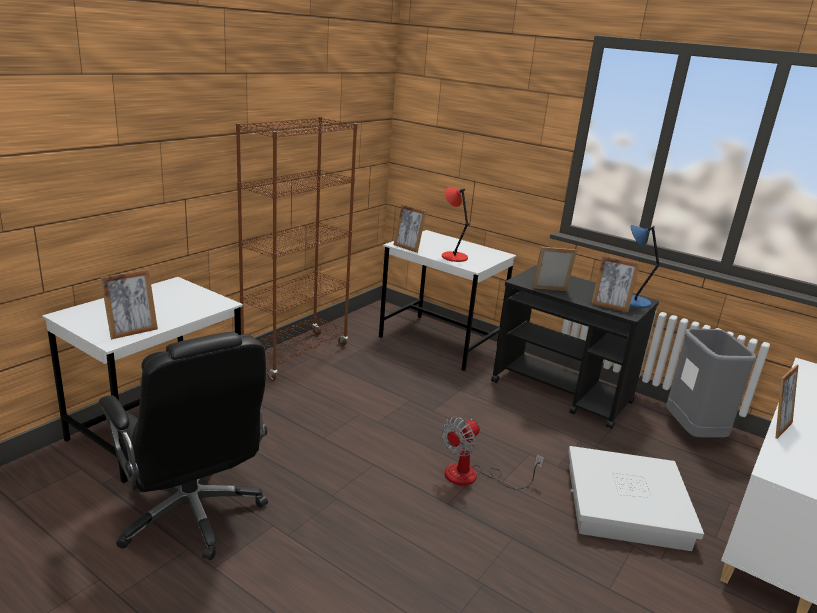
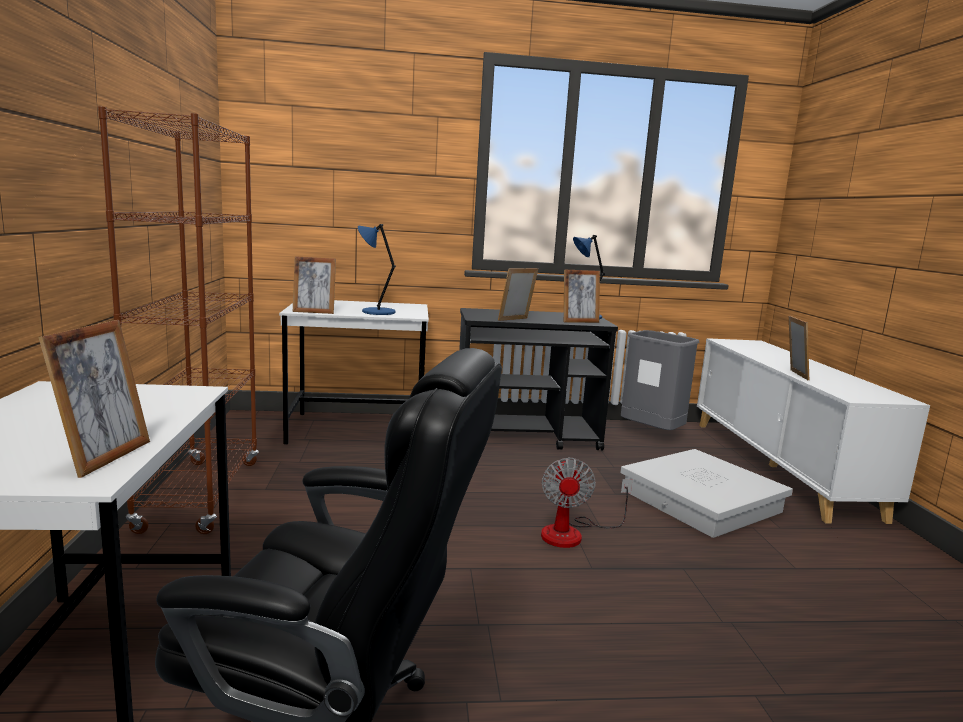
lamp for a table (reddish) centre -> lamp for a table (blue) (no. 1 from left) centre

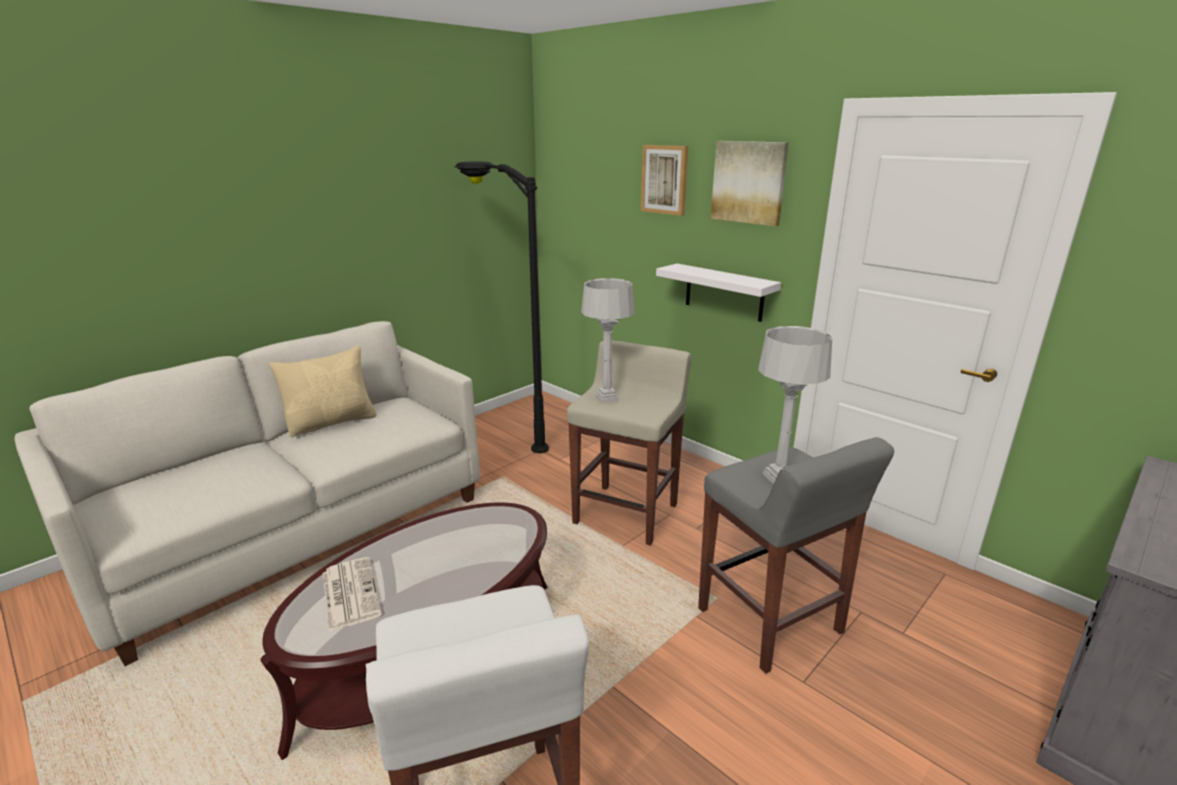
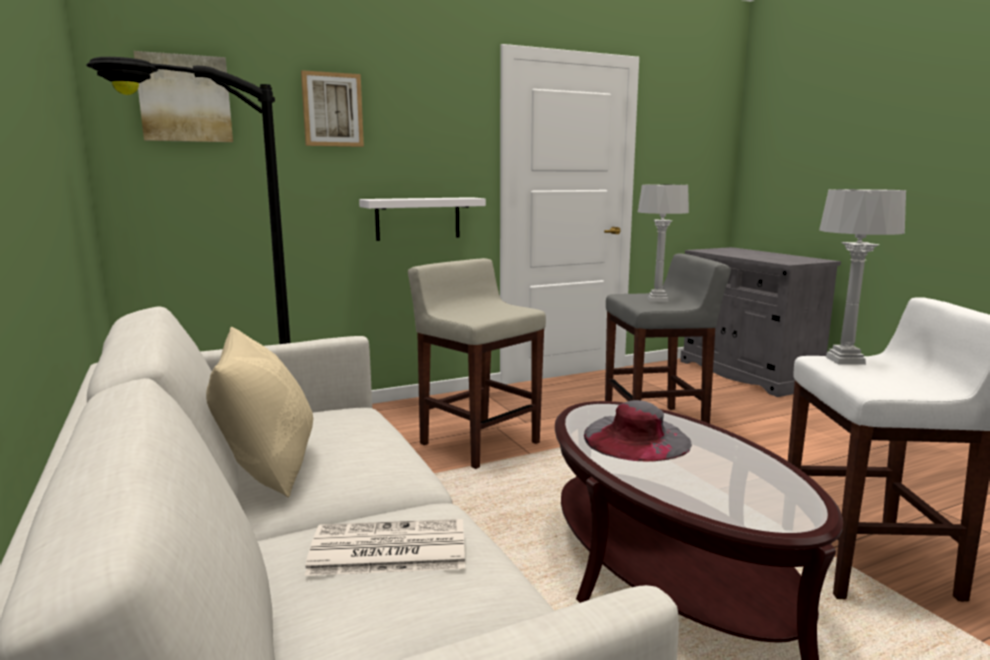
wall art (no. 2 from left in the first image) top centre -> wall art (no. 1 from left) top left, shifted
lamp for a table (greyish) (no. 1 from left in the first image) centre -> lamp for a table (greyish) (no. 2 from left) middle right, shifted
printed paper bottom left -> printed paper bottom centre, shifted
none -> hat (greyish) centre

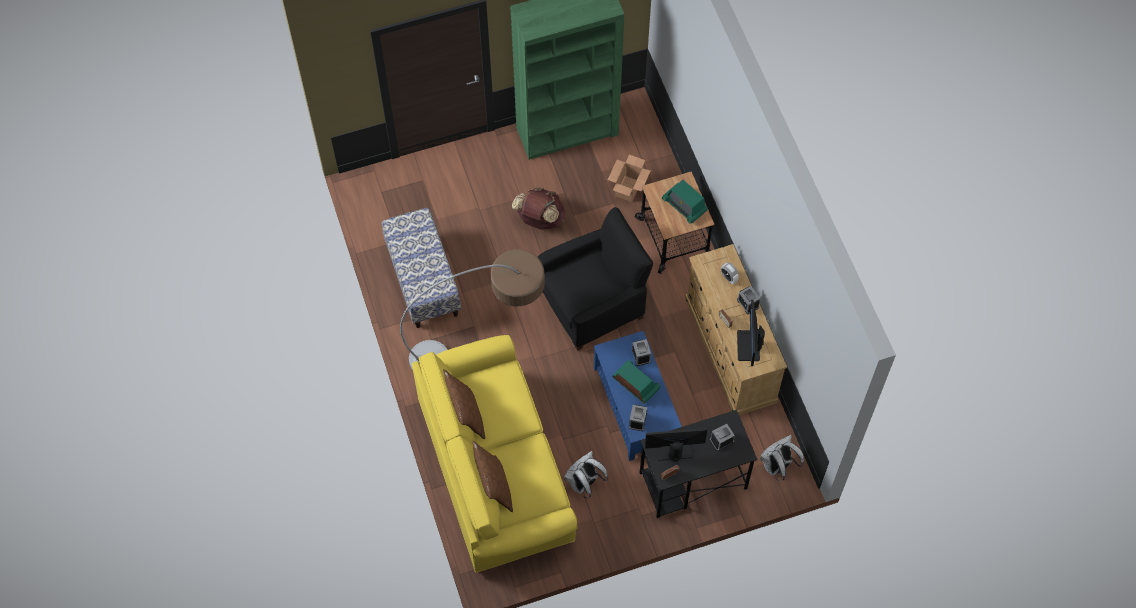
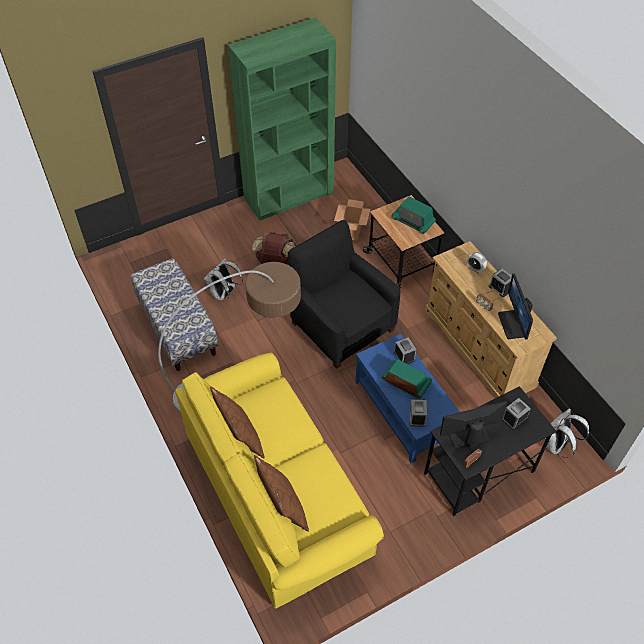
easy chair (blackish) centre, 90 degrees counterclockwise
backpack (whitish) (no. 1 from left) bottom centre -> backpack (whitish) (no. 1 from left) centre, shifted

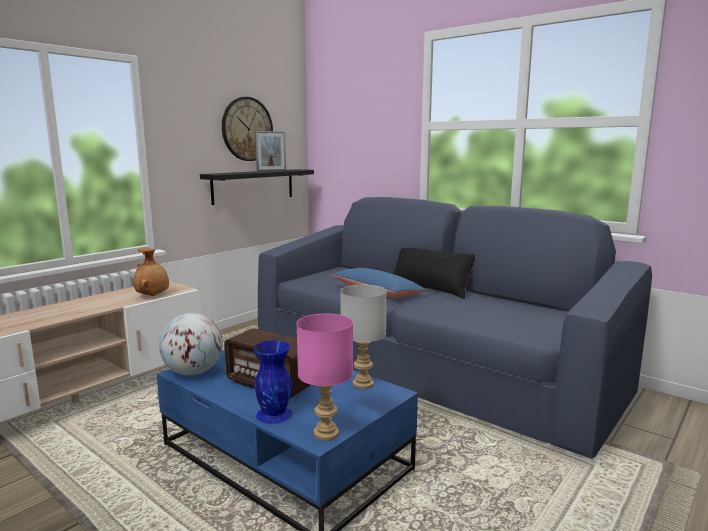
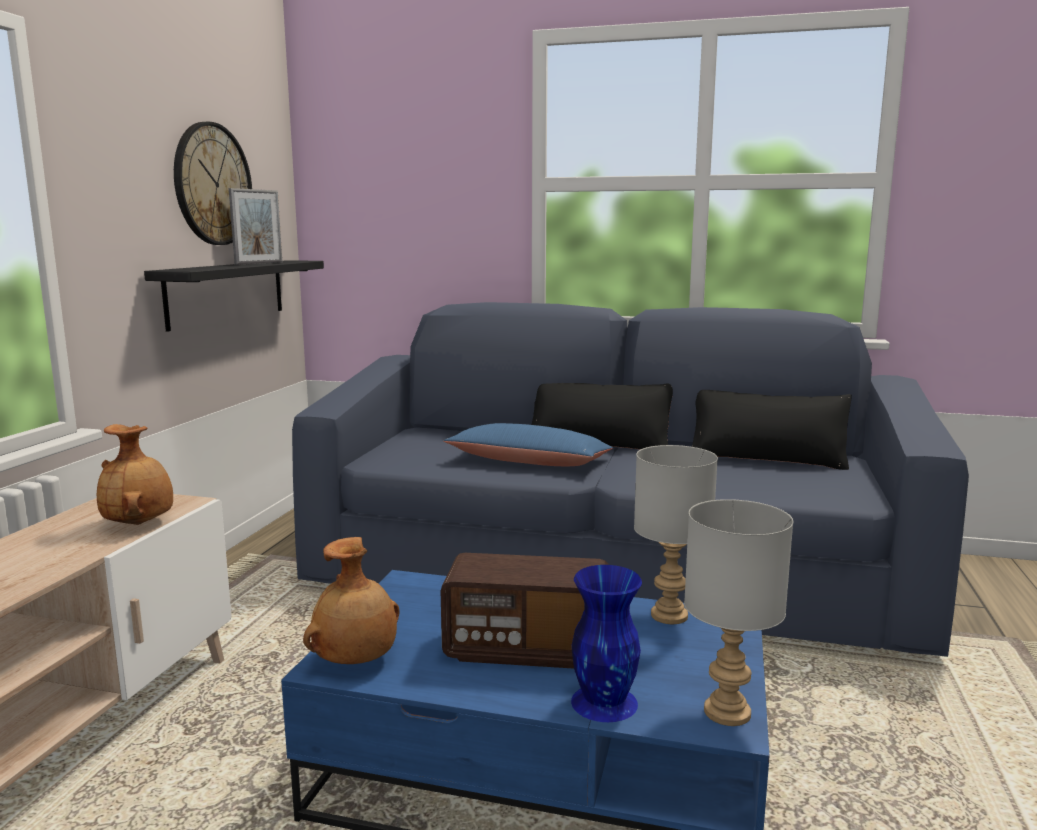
globe middle left -> flower vase (brownish) (no. 2 from left) bottom centre
lamp for a table (pink) bottom centre -> lamp for a table (greyish) (no. 2 from left) bottom right
none -> throw pillow (blackish) (no. 2 from left) middle right

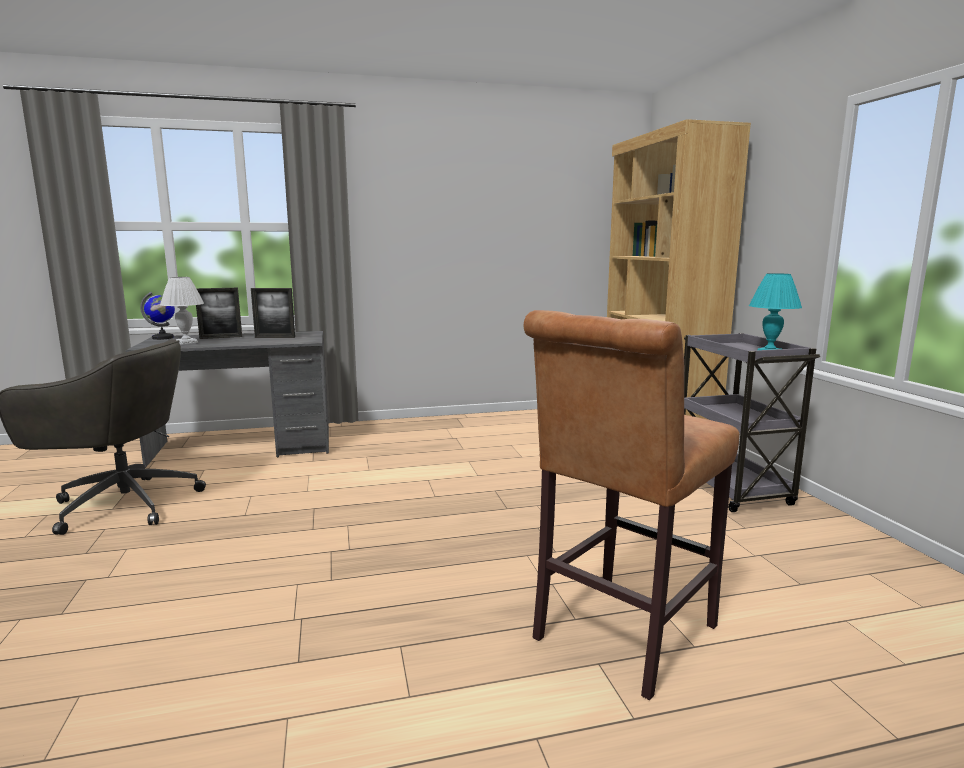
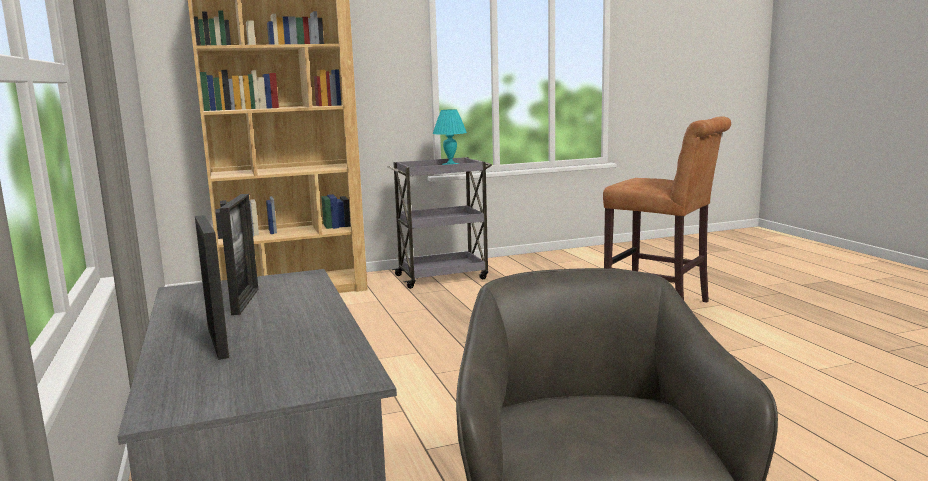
lamp for a table (whitish) middle left -> none
globe middle left -> none

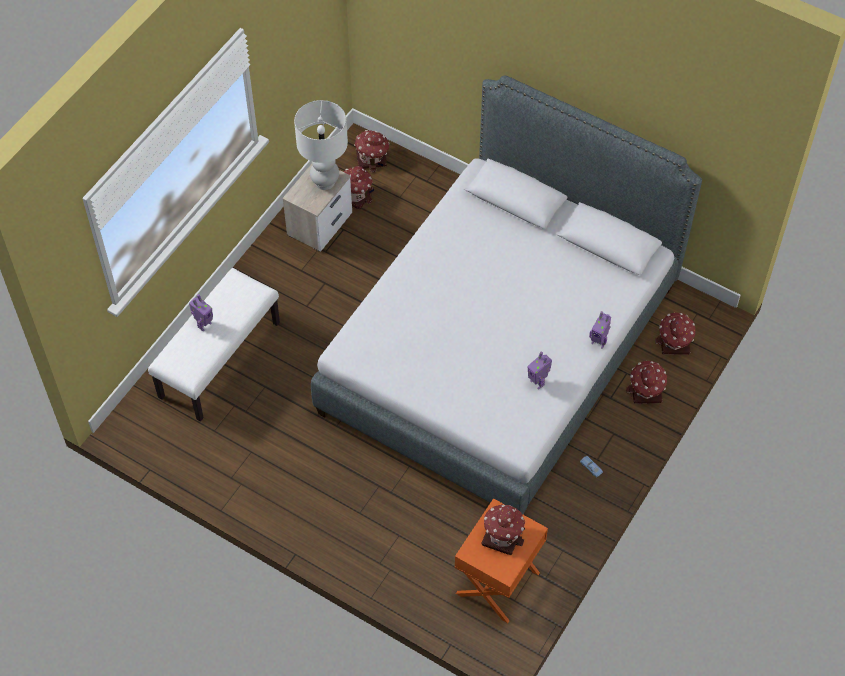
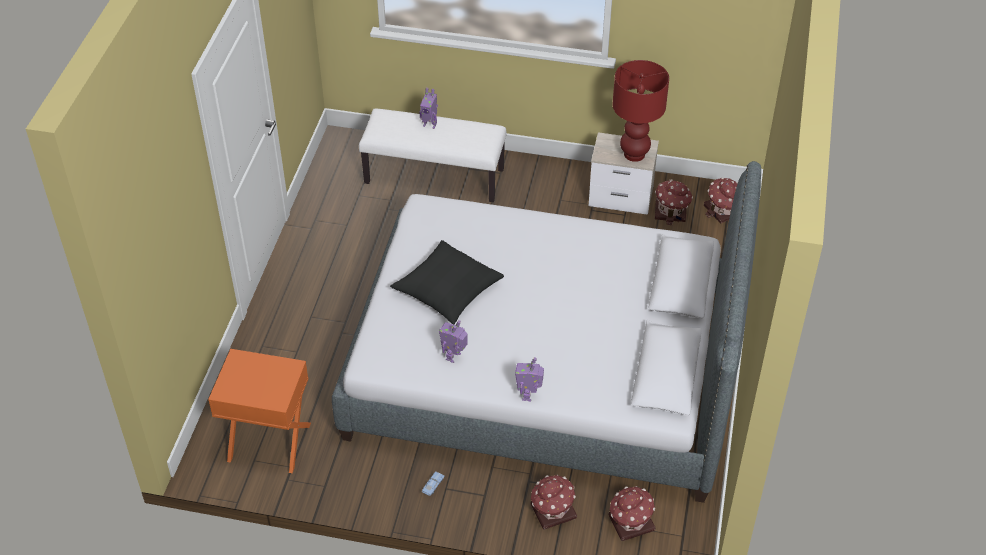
lamp for a table (whitish) top centre -> lamp for a table (reddish) top centre
toy house (no. 3 from left) bottom centre -> none
none -> throw pillow (blackish) centre

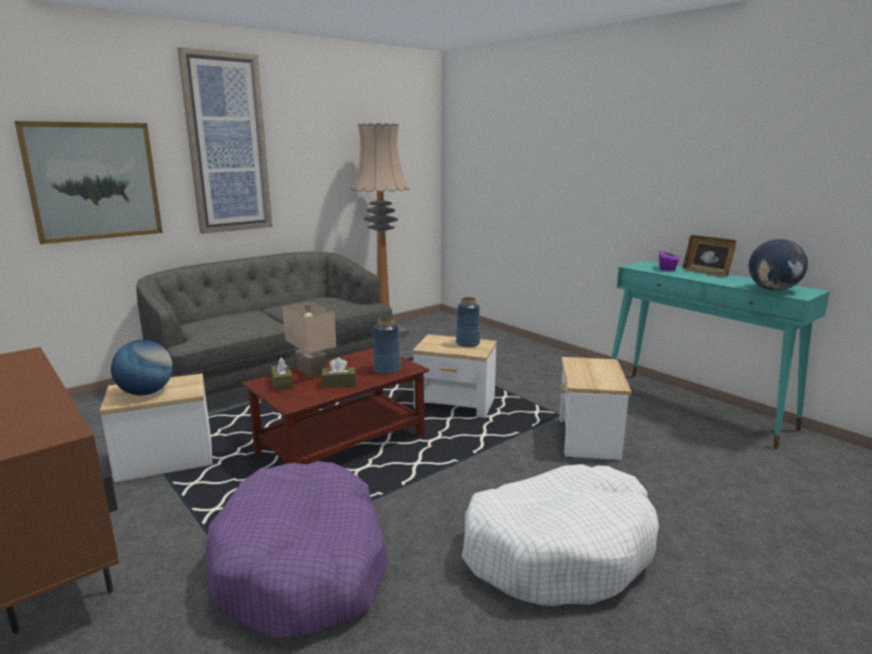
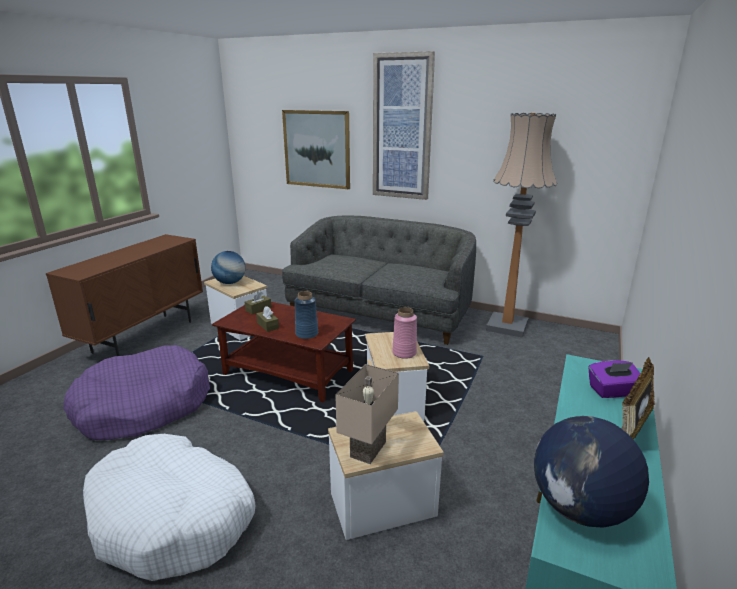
flower vase (blue) (no. 2 from left) centre -> flower vase (pink) centre
lamp for a table (beige) centre -> lamp for a table (beige) bottom centre, shifted

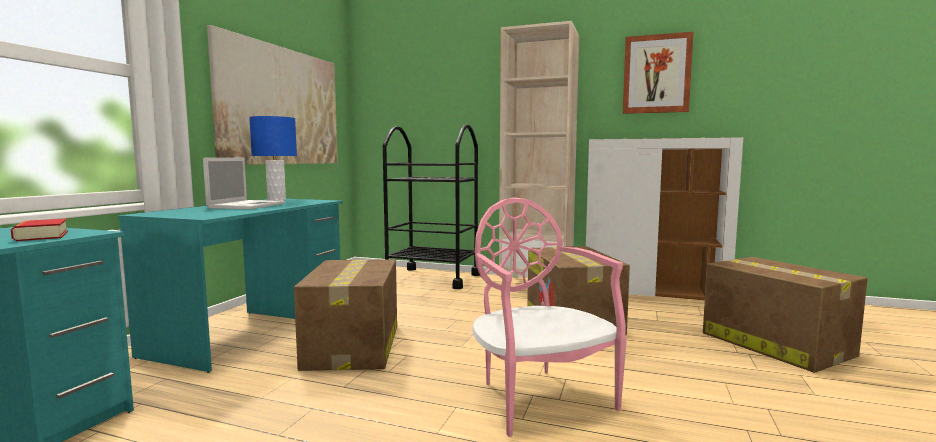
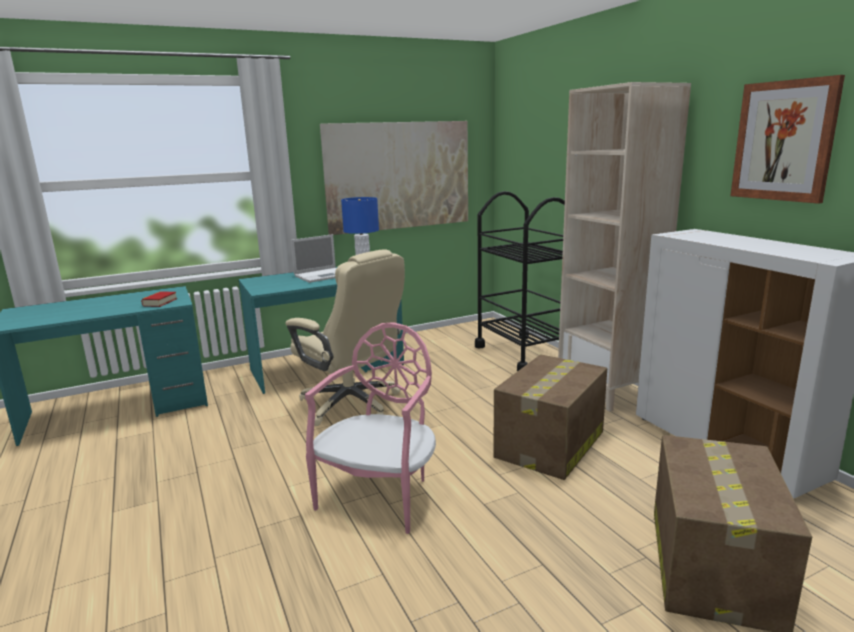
cardboard box (no. 1 from left) bottom centre -> computer chair (beige) centre

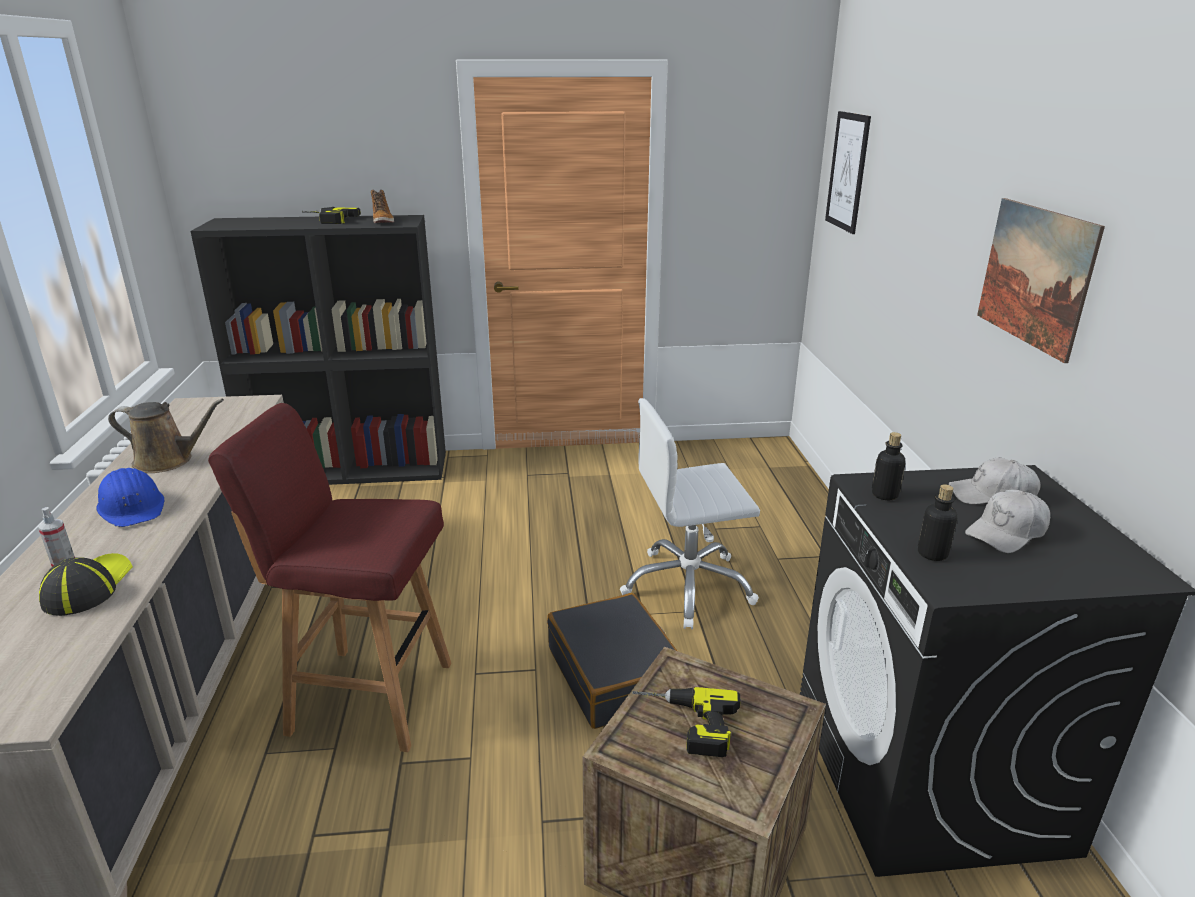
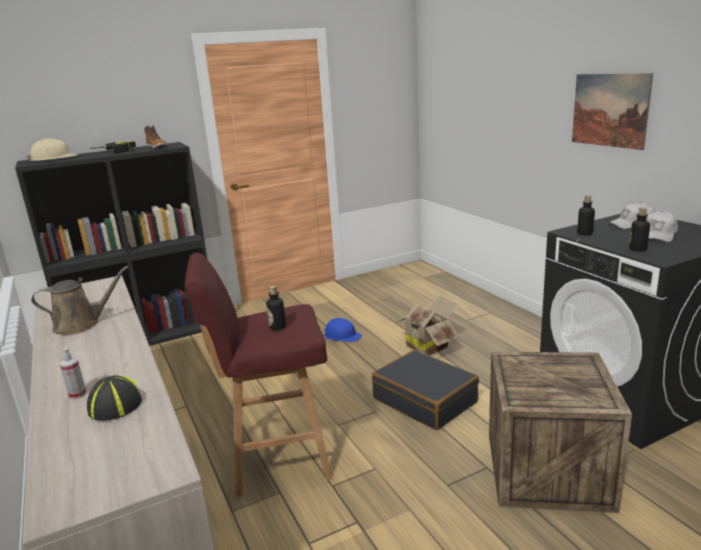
wall art (no. 1 from left) top right -> none
computer chair (whitish) centre -> cardboard box centre
work helmet (blue) middle left -> work helmet (blue) centre, shifted
drill (no. 2 from left) bottom centre -> none
none -> work helmet (beige) top left
none -> beverage bottle (no. 1 from left) centre

